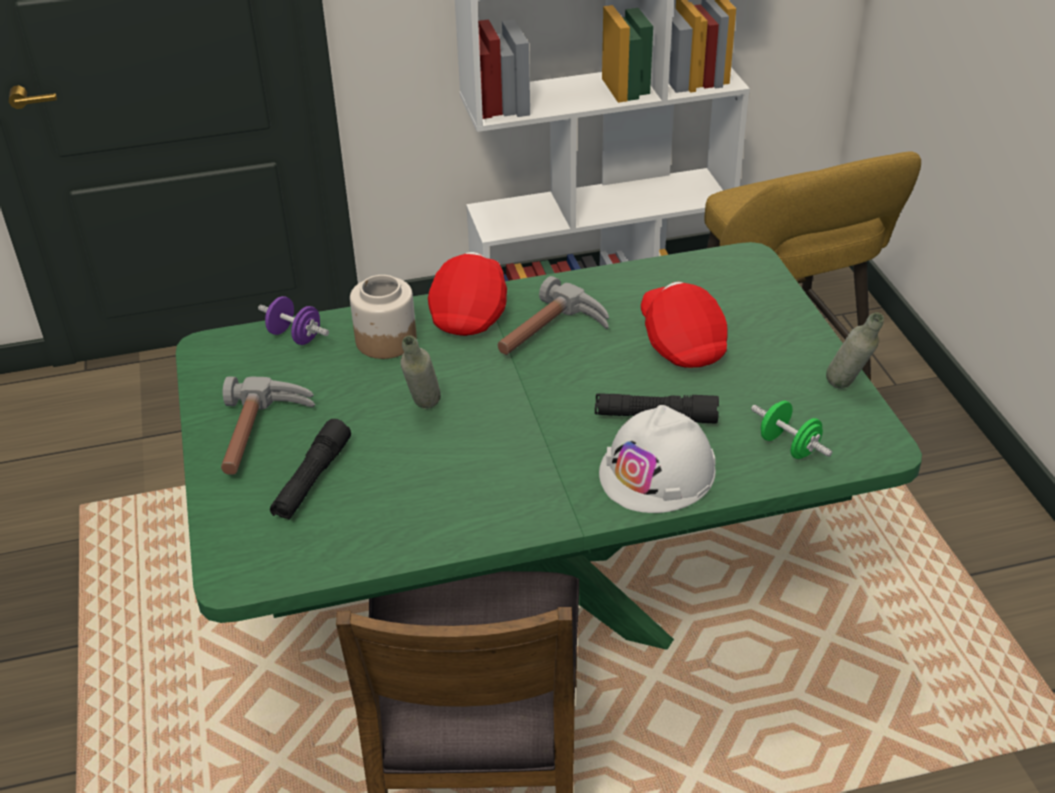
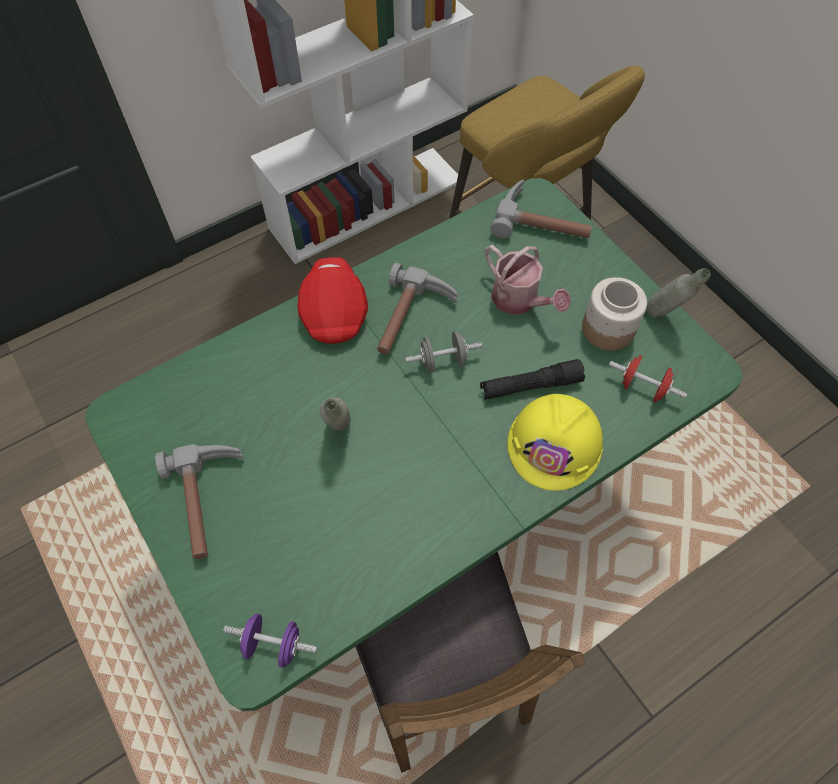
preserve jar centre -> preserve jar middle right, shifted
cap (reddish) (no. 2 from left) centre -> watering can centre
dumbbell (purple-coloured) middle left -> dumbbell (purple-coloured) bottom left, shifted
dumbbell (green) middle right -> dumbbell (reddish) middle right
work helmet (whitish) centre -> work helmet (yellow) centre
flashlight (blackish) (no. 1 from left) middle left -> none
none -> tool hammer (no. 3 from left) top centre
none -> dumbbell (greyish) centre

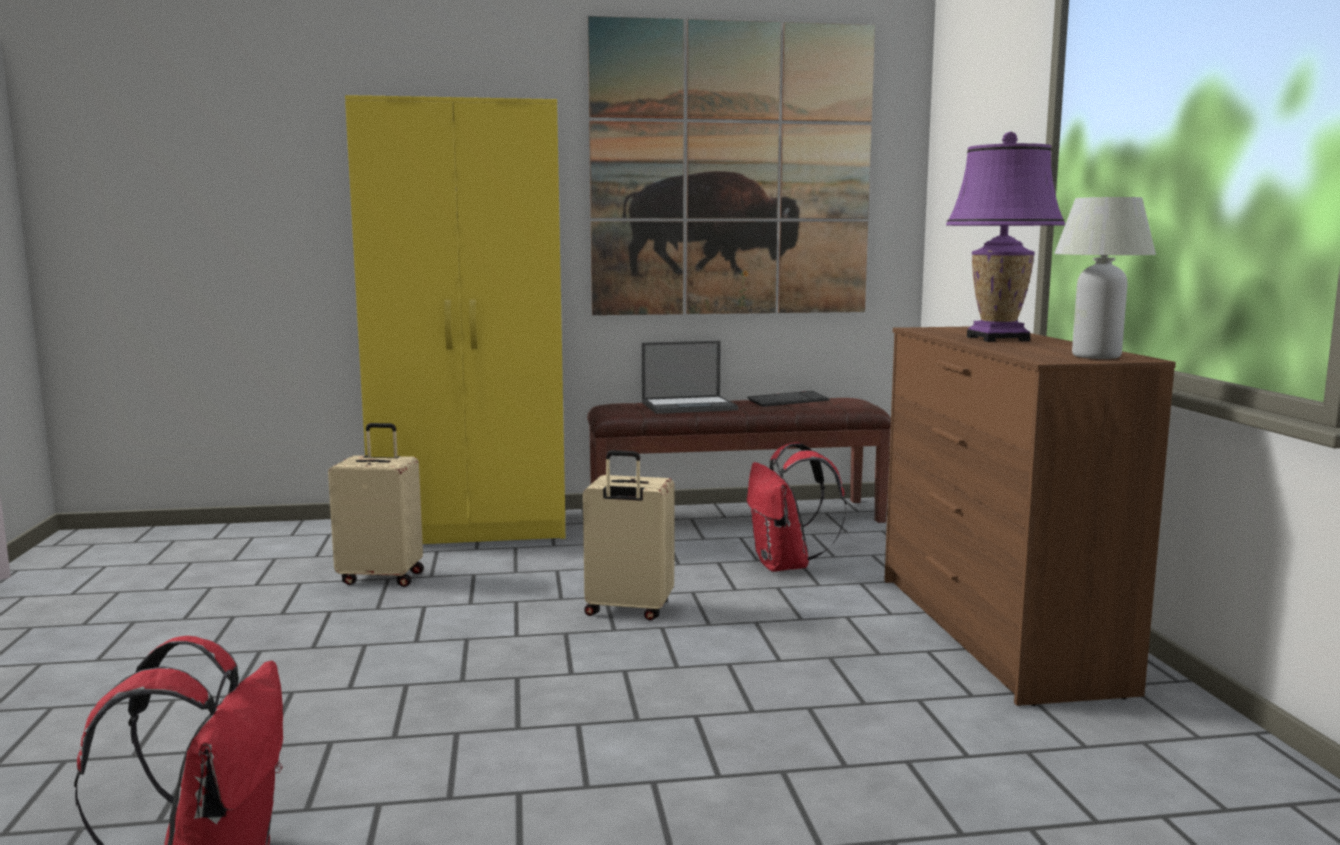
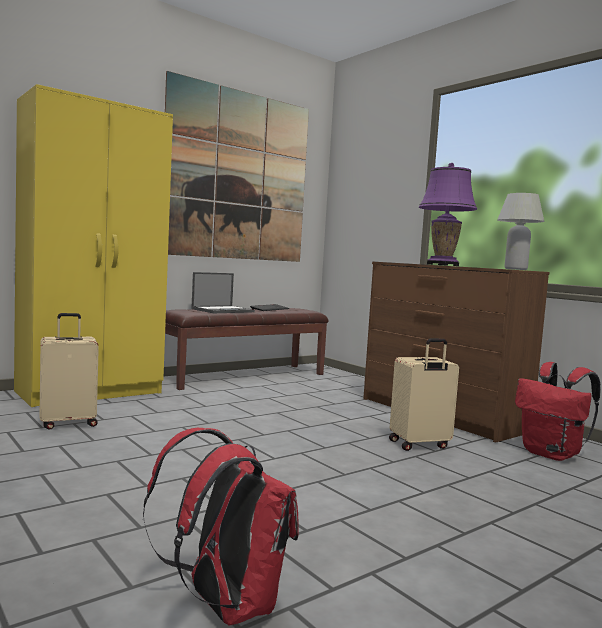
backpack (reddish) (no. 2 from left) centre -> backpack (reddish) (no. 2 from left) middle right, shifted
suitcase (beige) (no. 2 from left) centre -> suitcase (beige) (no. 2 from left) middle right, shifted

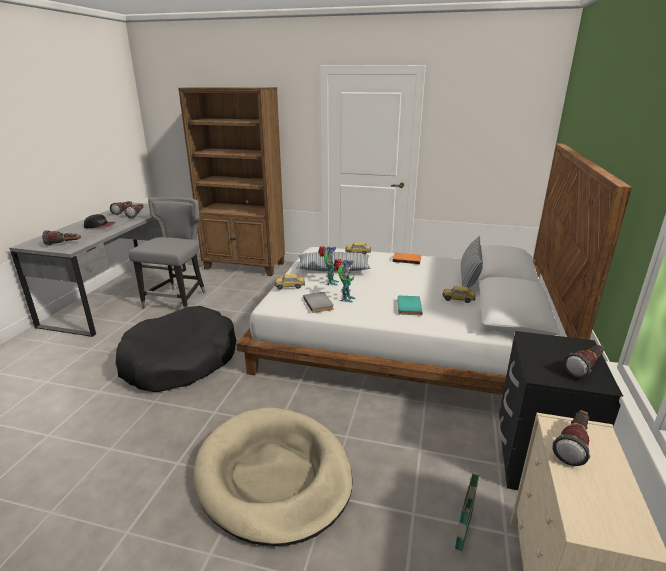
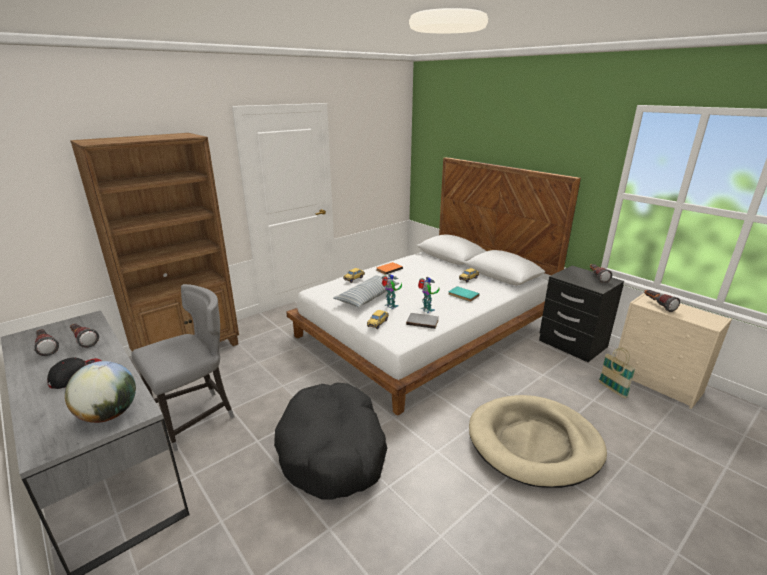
chair (greyish) middle left, 90 degrees clockwise
flashlight (no. 1 from left) middle left -> globe bottom left
throw pillow (no. 2 from left) middle right -> none

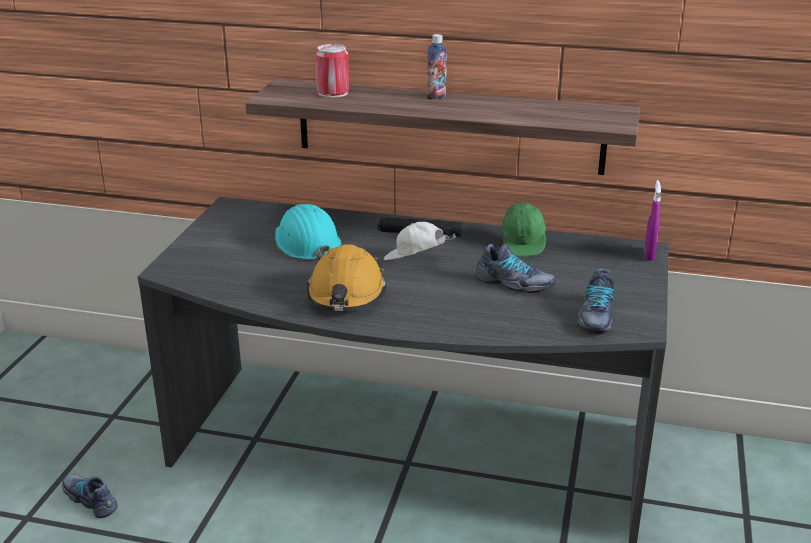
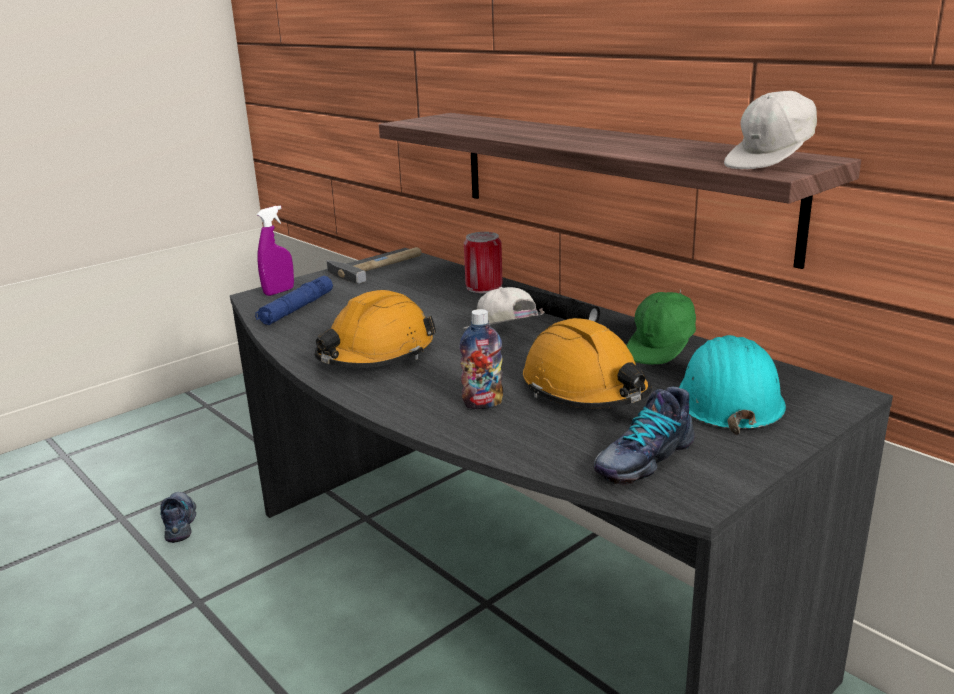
beverage bottle top centre -> beverage bottle centre, shifted
metal can top centre -> metal can centre, shifted
spray bottle (purple-coloured) middle right -> spray bottle (purple-coloured) middle left, shifted
work helmet (blue-green) centre -> work helmet (blue-green) middle right, shifted
shoe (no. 2 from left) centre -> work helmet (orange) (no. 2 from left) centre
none -> cap (whitish) (no. 2 from left) top right
none -> tool hammer centre
none -> flashlight (blue) middle left

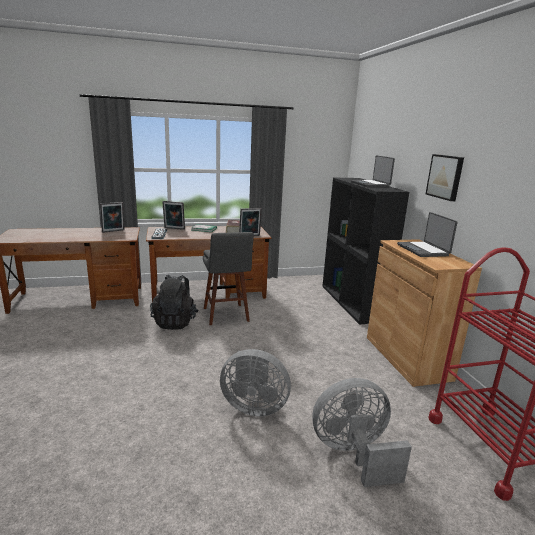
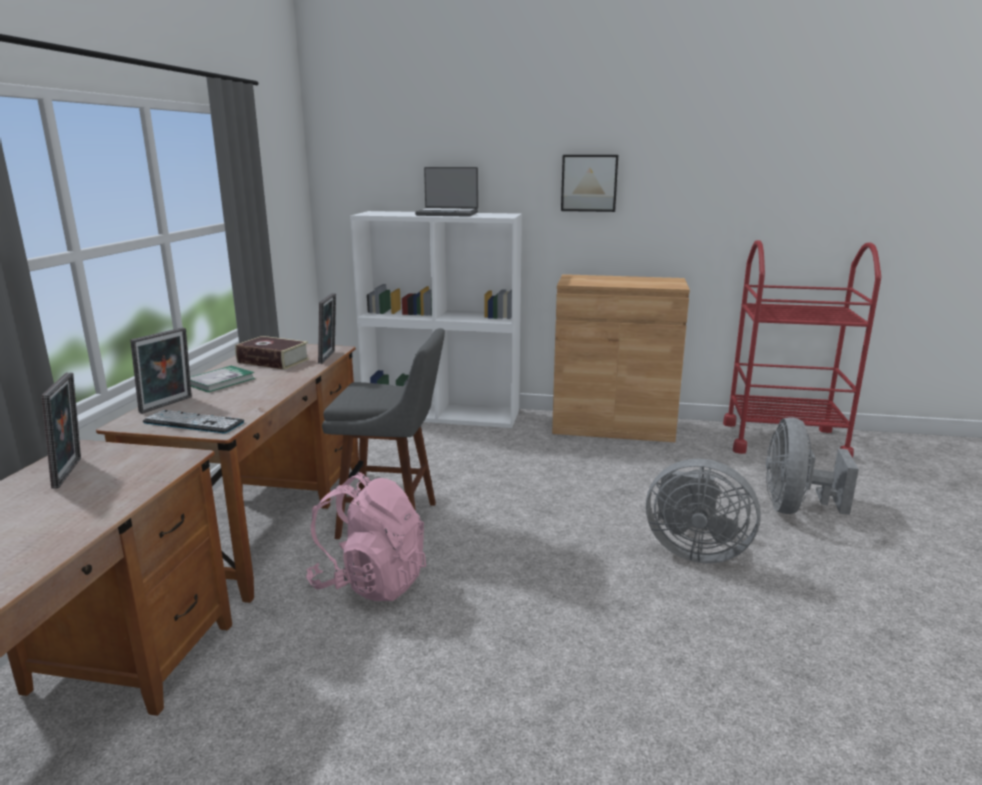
bookshelf (blackish) middle right -> bookshelf (whitish) centre
notebook computer (no. 2 from left) middle right -> none
backpack (blackish) middle left -> backpack (pink) bottom centre
fan (greyish) (no. 1 from left) bottom centre -> fan (greyish) (no. 1 from left) middle right, 75 degrees clockwise

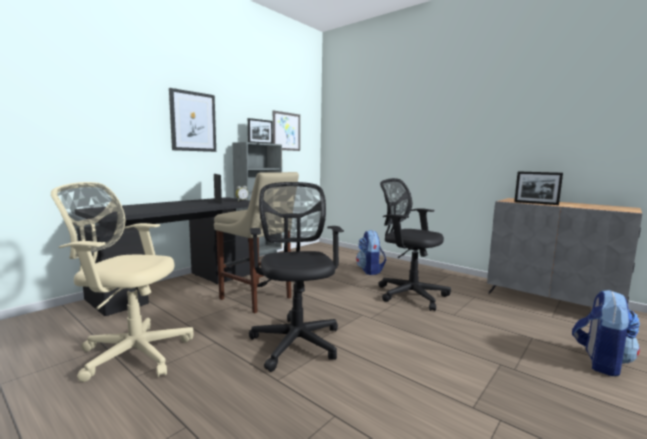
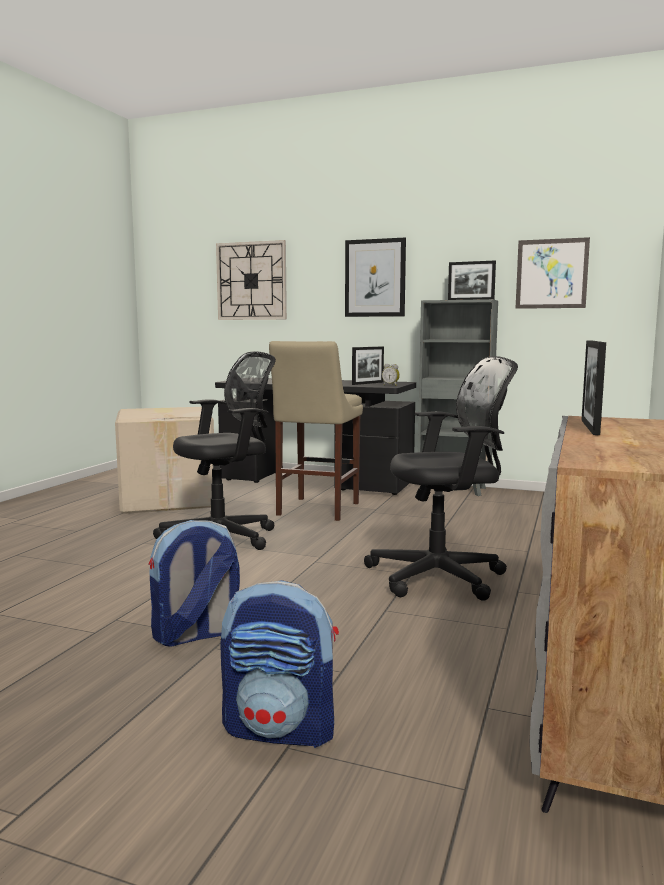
computer chair (blackish) (no. 2 from left) centre, 60 degrees clockwise
computer chair (beige) middle left -> cardboard box middle left
backpack (no. 1 from left) centre -> backpack (no. 1 from left) middle left, shifted
none -> clock on the wall top centre

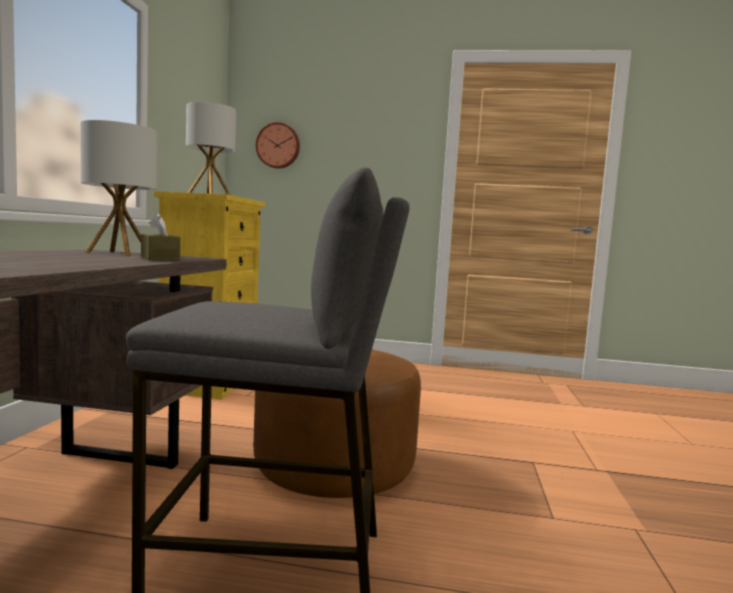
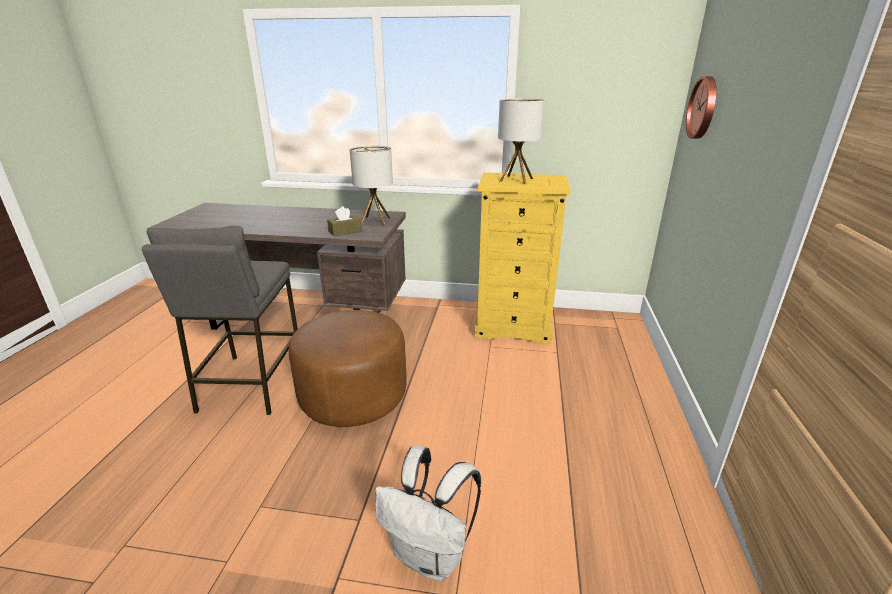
none -> backpack (whitish) bottom centre

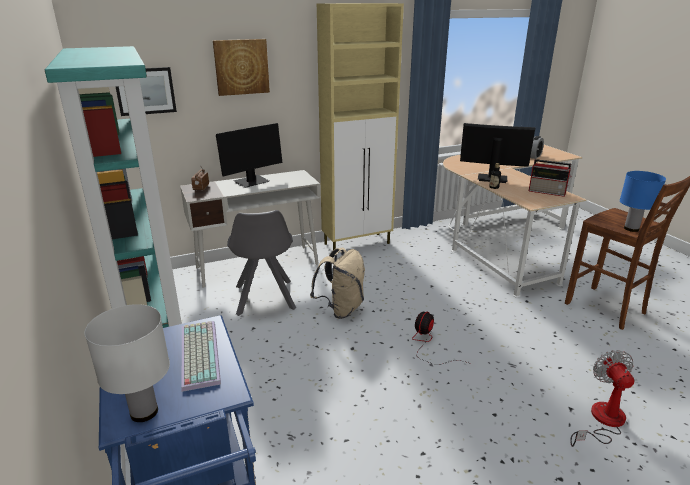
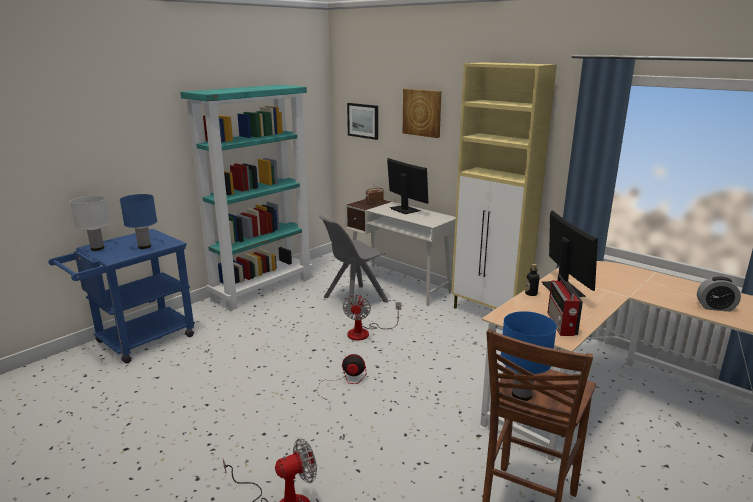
monitor (no. 1 from left) top centre -> monitor (no. 1 from left) centre, 150 degrees counterclockwise
backpack (beige) centre -> fan (no. 3 from left) centre
computer keyboard bottom left -> lamp for a table (blue) (no. 1 from left) middle left

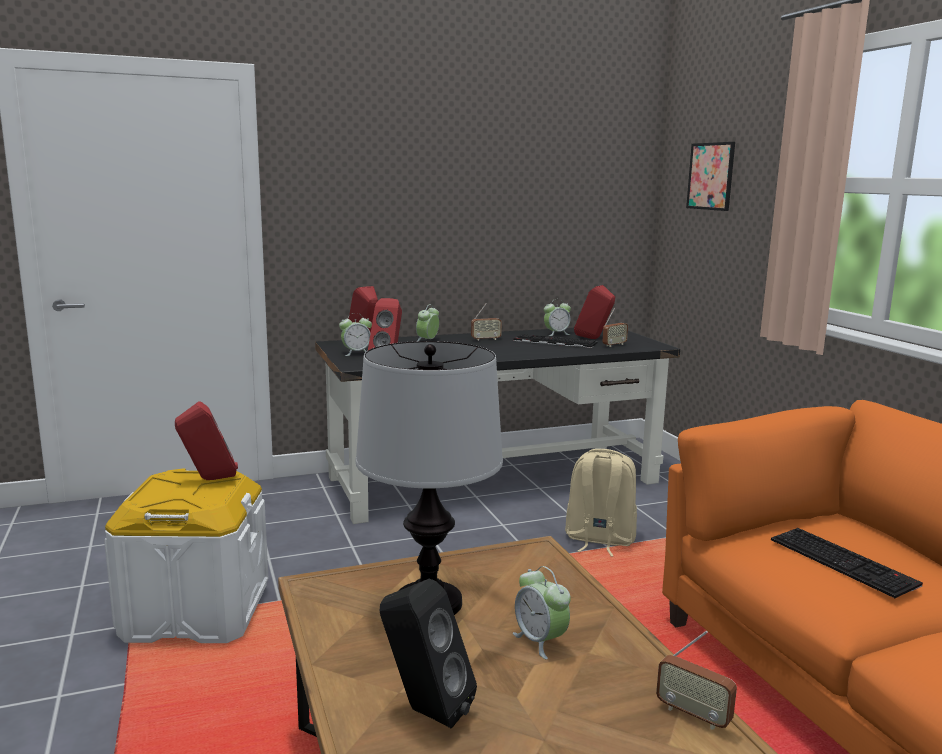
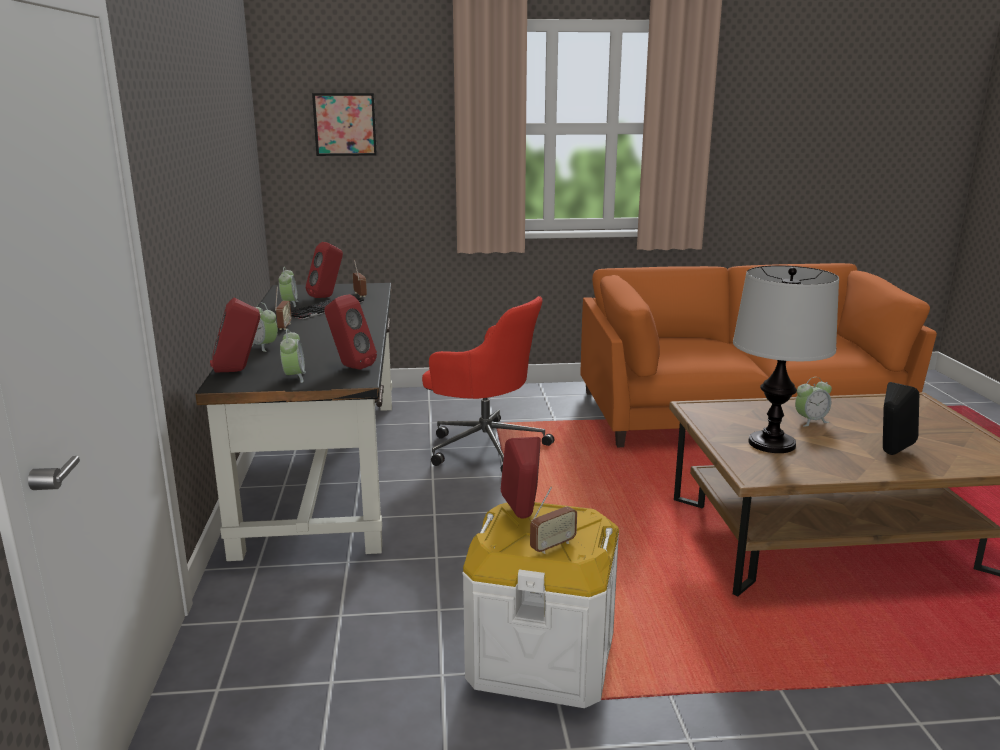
backpack (beige) bottom centre -> computer chair (reddish) centre
computer keyboard (no. 2 from left) bottom right -> none
radio receiver (no. 3 from left) bottom right -> radio receiver (no. 3 from left) bottom centre, shifted

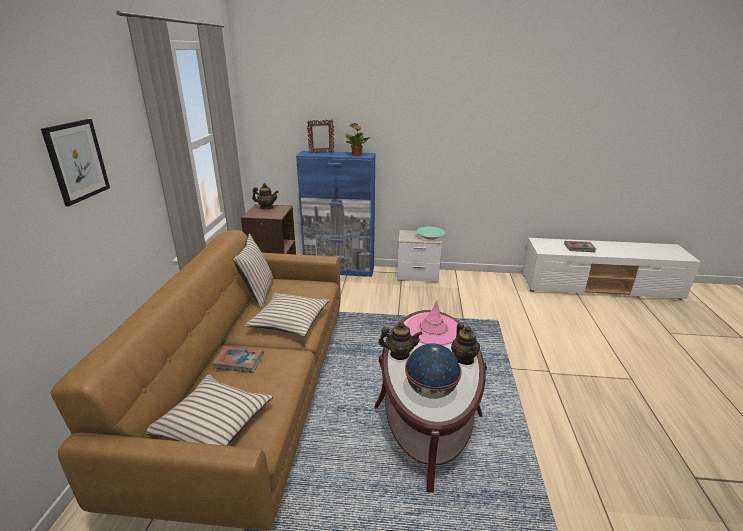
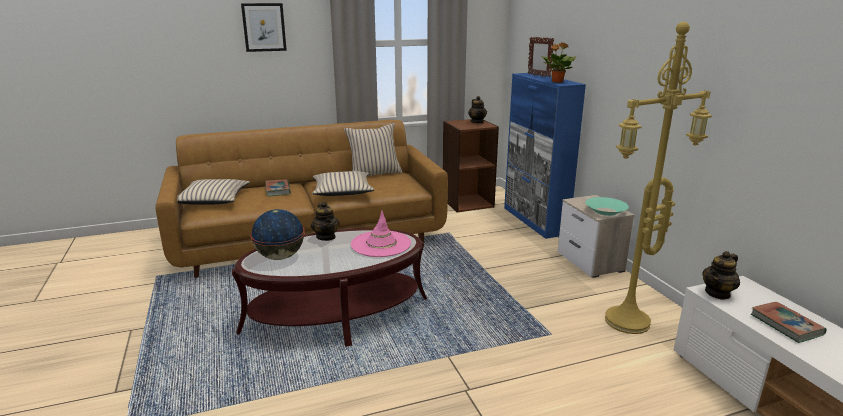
pot for tea (no. 3 from left) centre -> pot for tea (no. 3 from left) middle right, shifted
none -> floor lamp (yellow) middle right

